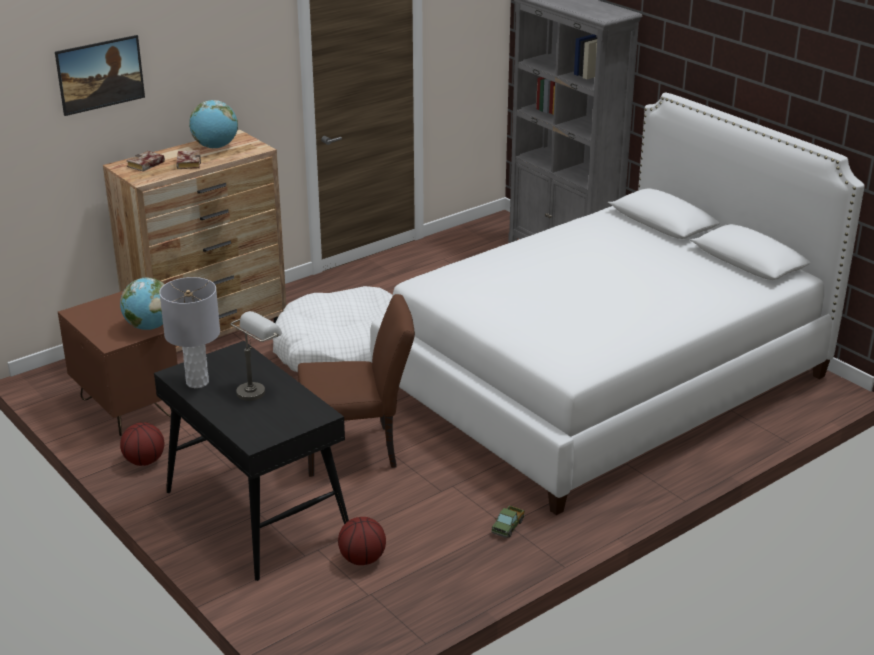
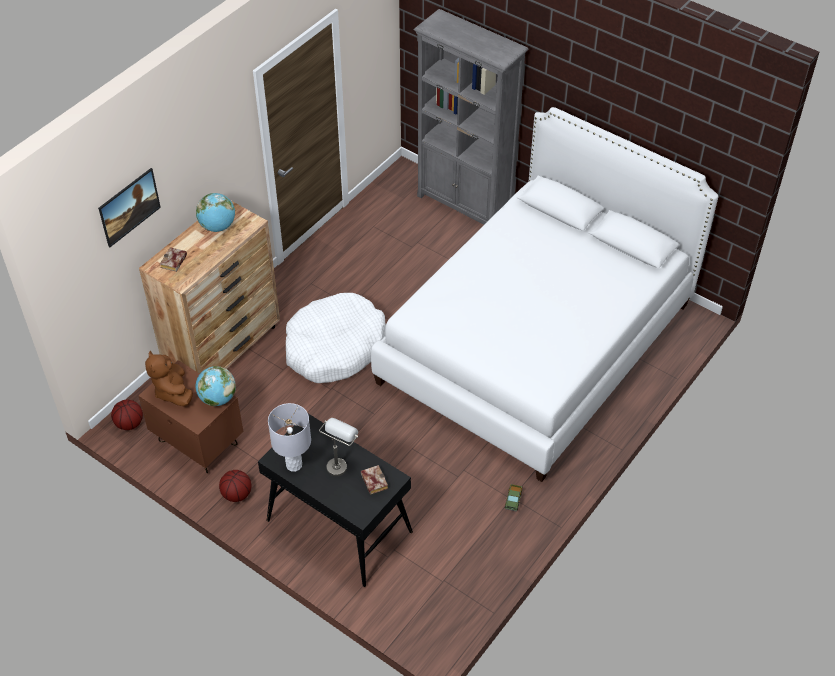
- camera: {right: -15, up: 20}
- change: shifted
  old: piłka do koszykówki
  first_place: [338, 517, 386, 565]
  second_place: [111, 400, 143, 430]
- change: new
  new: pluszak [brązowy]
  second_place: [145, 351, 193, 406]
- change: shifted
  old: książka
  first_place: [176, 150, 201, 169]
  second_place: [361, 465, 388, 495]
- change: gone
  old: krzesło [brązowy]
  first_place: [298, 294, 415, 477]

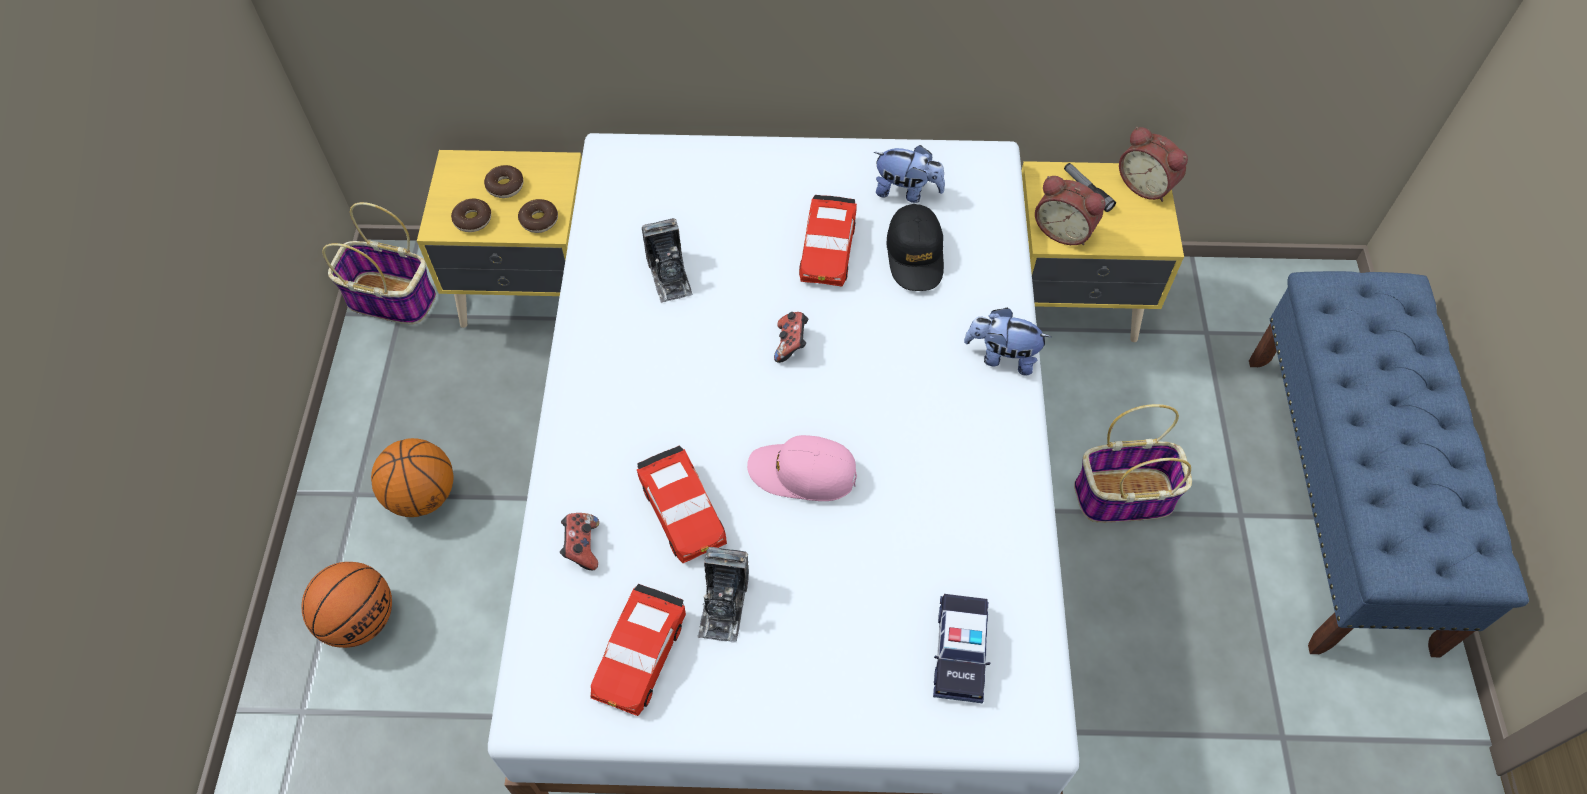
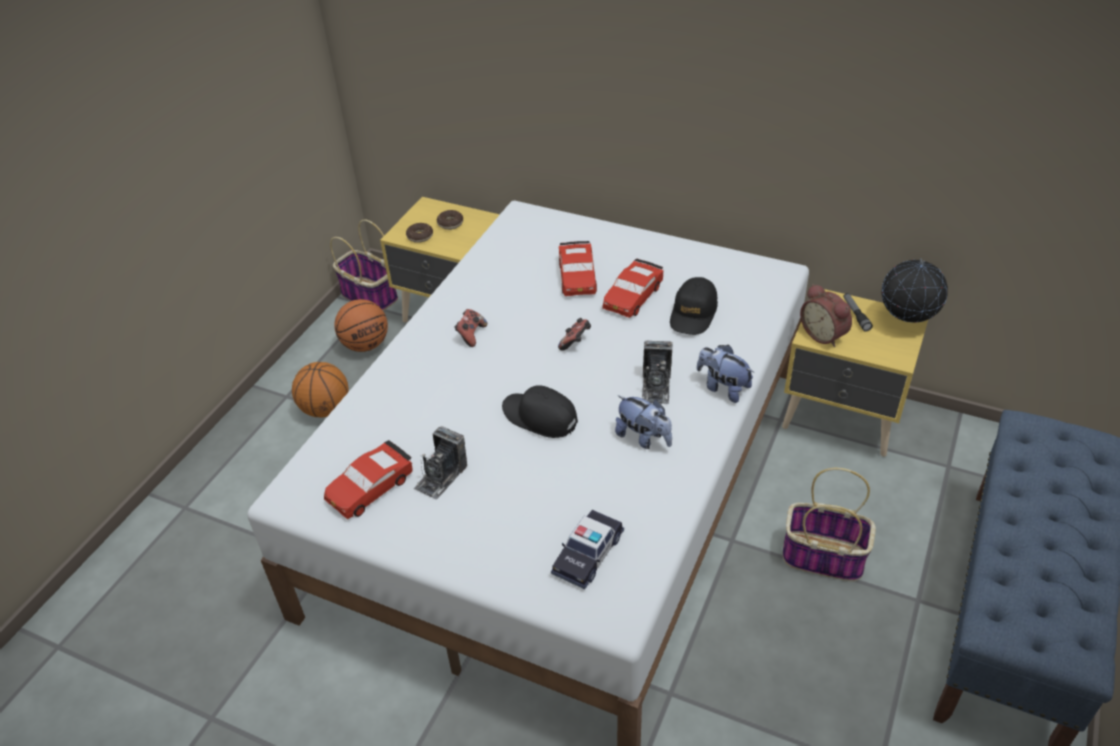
- camera: {right: 25, up: -15}
- change: shifted
  old: piłka do koszykówki
  first_place: [301, 562, 392, 648]
  second_place: [334, 299, 388, 352]
- change: shifted
  old: pad do gier
  first_place: [560, 513, 599, 570]
  second_place: [454, 309, 487, 347]
- change: repainted
  old: czapka z daszkiem [różowy]
  new: czapka z daszkiem [czarny]
  first_place: [747, 435, 857, 501]
  second_place: [502, 385, 578, 438]
- change: shifted
  old: samochodzik [czerwony]
  first_place: [637, 445, 727, 563]
  second_place: [559, 241, 597, 296]
- change: shifted
  old: pluszak
  first_place: [874, 145, 945, 203]
  second_place: [615, 395, 672, 449]
- change: shifted
  old: aparat fotograficzny
  first_place: [642, 218, 693, 303]
  second_place: [642, 341, 673, 404]
- change: swapped
  old: budzik
  new: globus
  first_place: [1119, 127, 1188, 202]
  second_place: [881, 258, 948, 323]
- change: gone
  old: donut
  first_place: [518, 199, 558, 233]

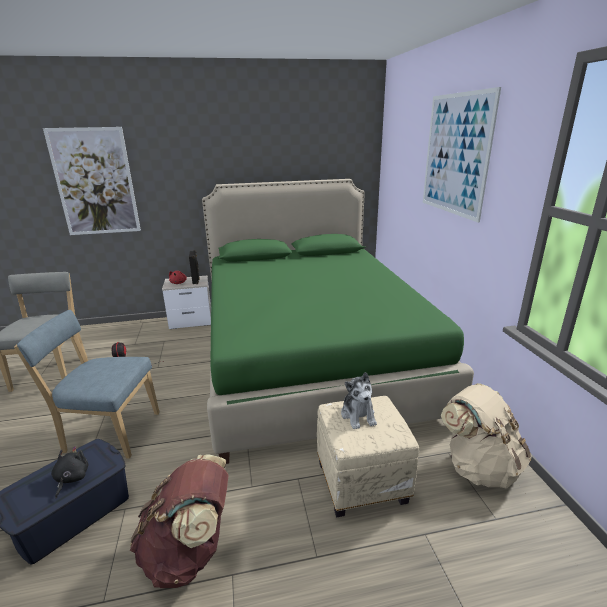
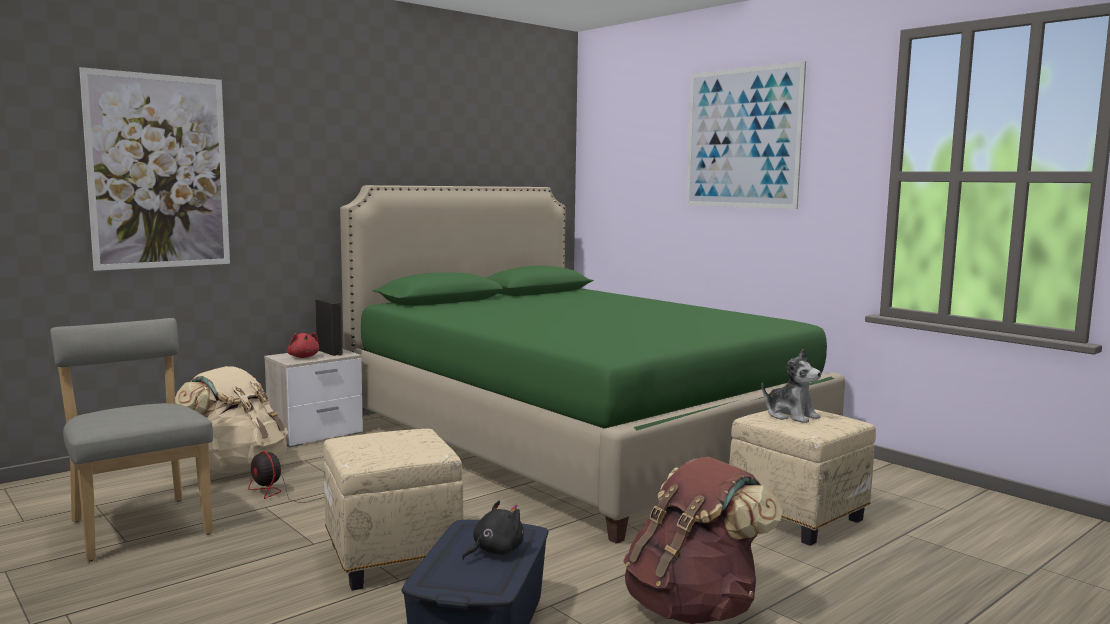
- camera: {right: -30, up: -15}
- change: shifted
  old: plecak [beżowy]
  first_place: [441, 383, 532, 489]
  second_place: [175, 366, 288, 473]
- change: swapped
  old: krzesło [niebieski]
  new: pufa [beżowy]
  first_place: [14, 310, 160, 459]
  second_place: [324, 429, 464, 591]
- change: rotated
  old: pluszak [czarny]
  first_place: [51, 446, 89, 499]
  second_place: [461, 500, 524, 560]
  degrees: 75

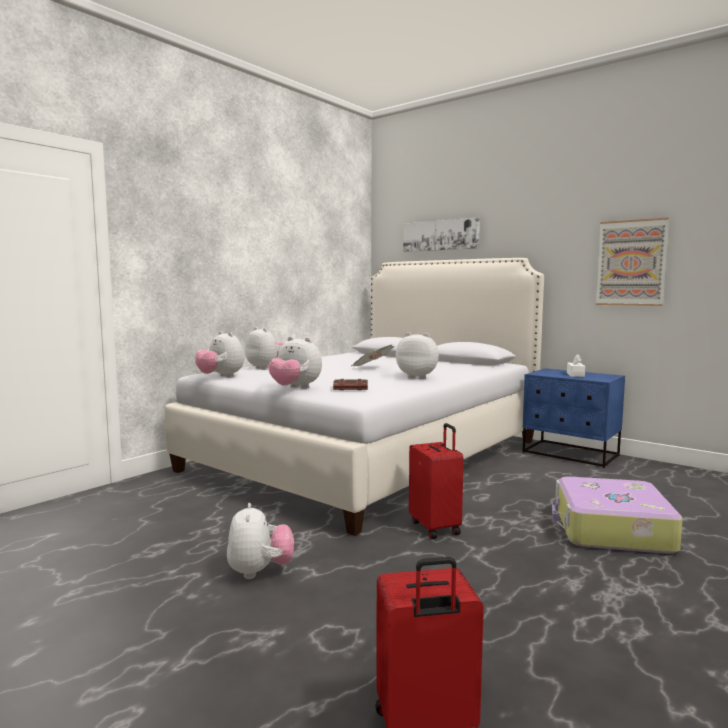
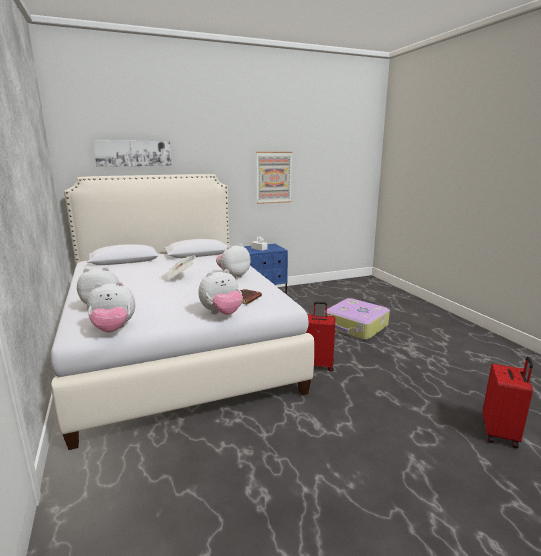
- camera: {right: -60, up: 10}
- change: gone
  old: pluszak
  first_place: [227, 503, 294, 579]

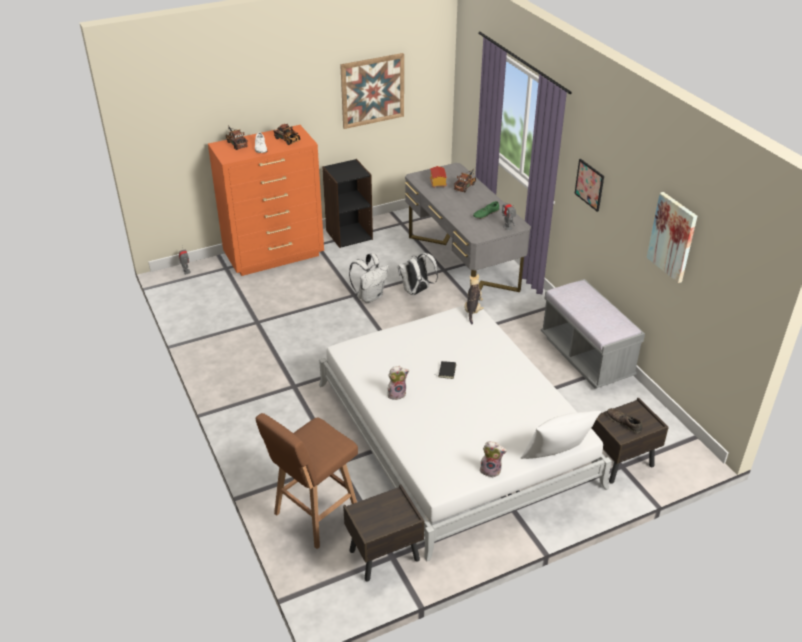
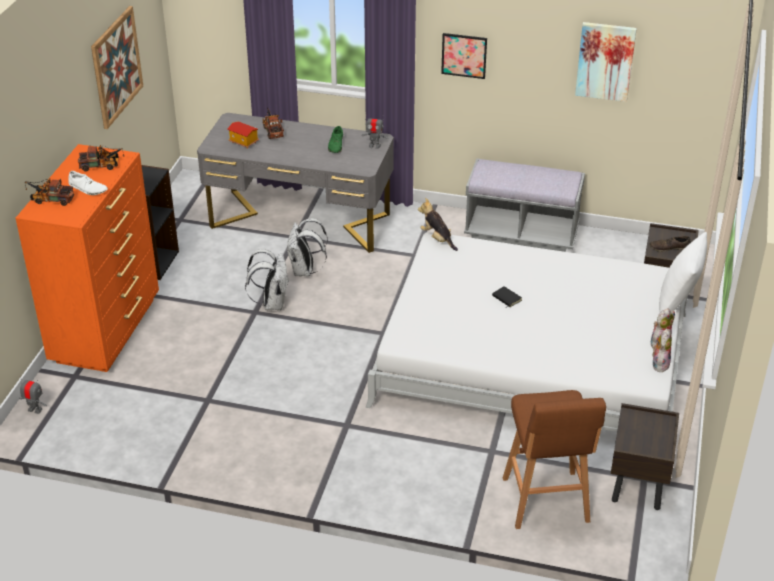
- camera: {right: -50, up: 0}
- change: shifted
  old: pluszak
  first_place: [387, 366, 409, 400]
  second_place: [652, 329, 672, 372]

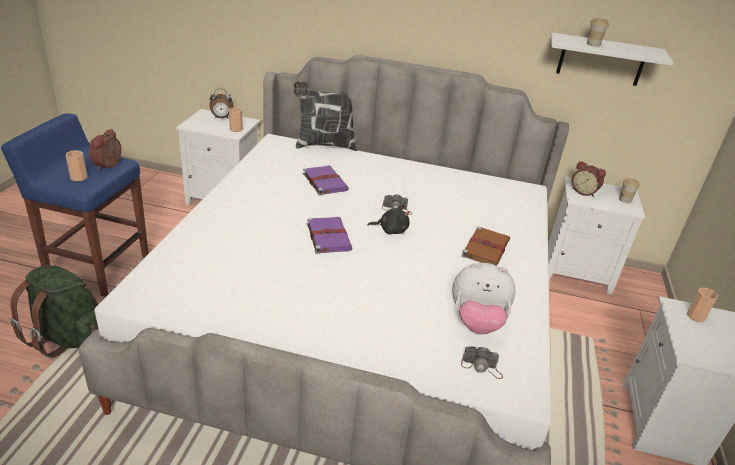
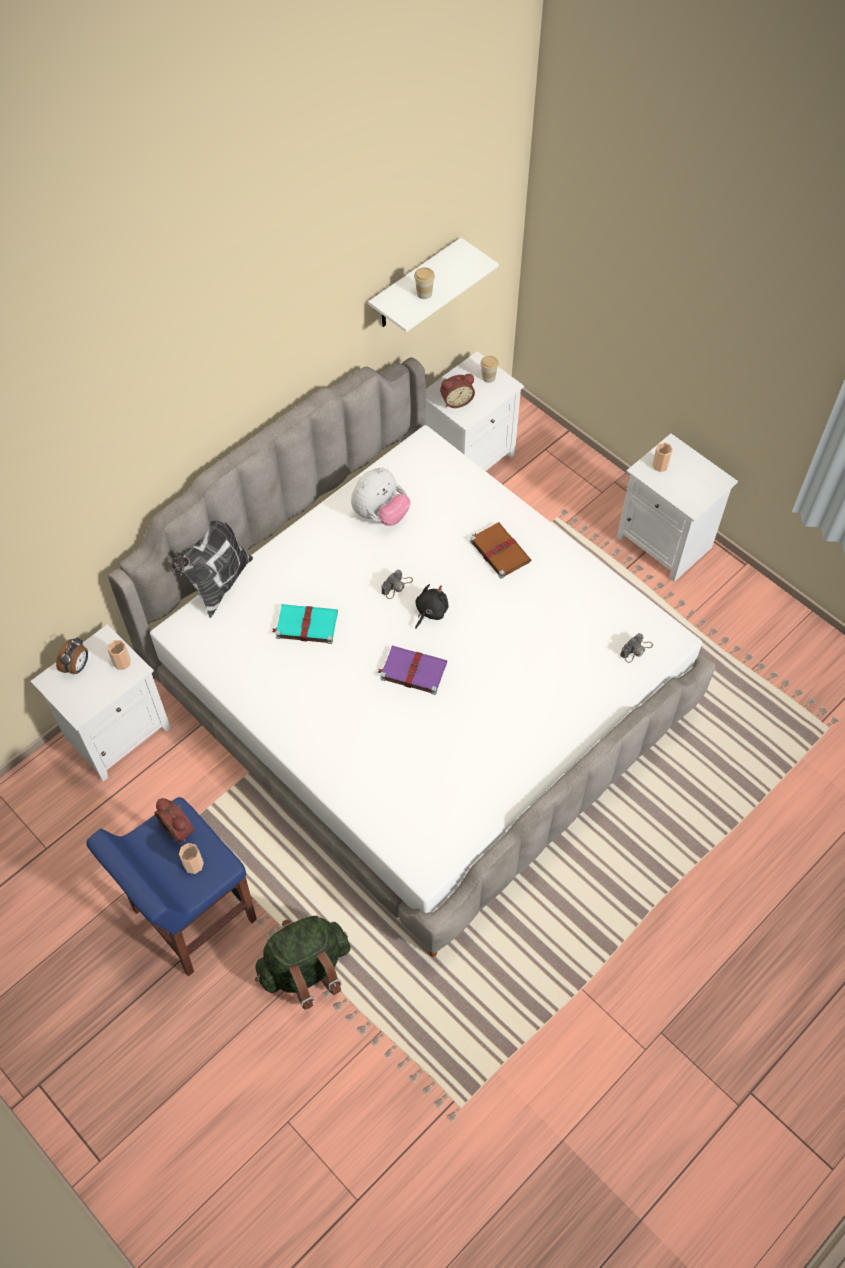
- camera: {right: -55, up: 25}
- change: repainted
  old: książka [fioletowy]
  new: książka [turkusowy]
  first_place: [303, 166, 349, 196]
  second_place: [272, 604, 338, 644]
- change: shifted
  old: pluszak
  first_place: [452, 263, 516, 334]
  second_place: [351, 468, 411, 526]

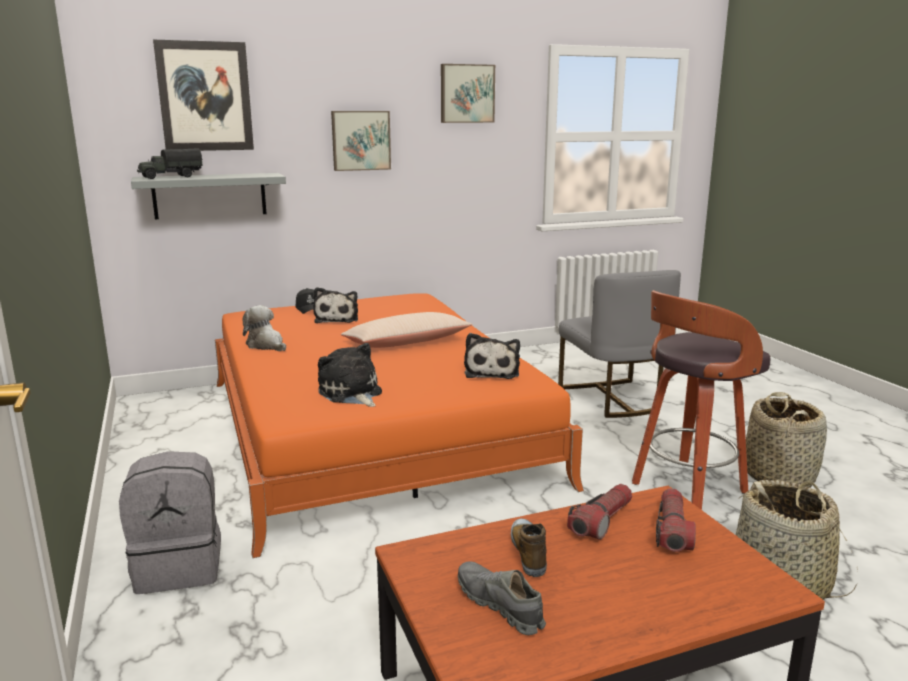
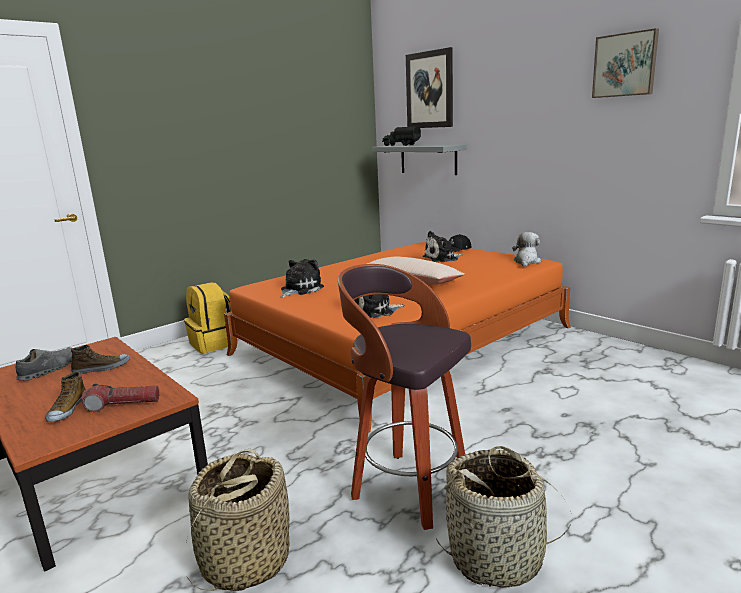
- camera: {right: 70, up: 0}
- change: new
  new: but
  second_place: [45, 371, 86, 422]
- change: repainted
  old: plecak [szary]
  new: plecak [żółty]
  first_place: [119, 451, 221, 594]
  second_place: [184, 282, 231, 353]
- change: shifted
  old: pluszak
  first_place: [242, 305, 286, 351]
  second_place: [512, 232, 541, 267]
- change: gone
  old: obraz
  first_place: [331, 111, 391, 171]
- change: gone
  old: krzesło [szary]
  first_place: [558, 270, 681, 418]
- change: gone
  old: latarka
  first_place: [567, 484, 632, 540]

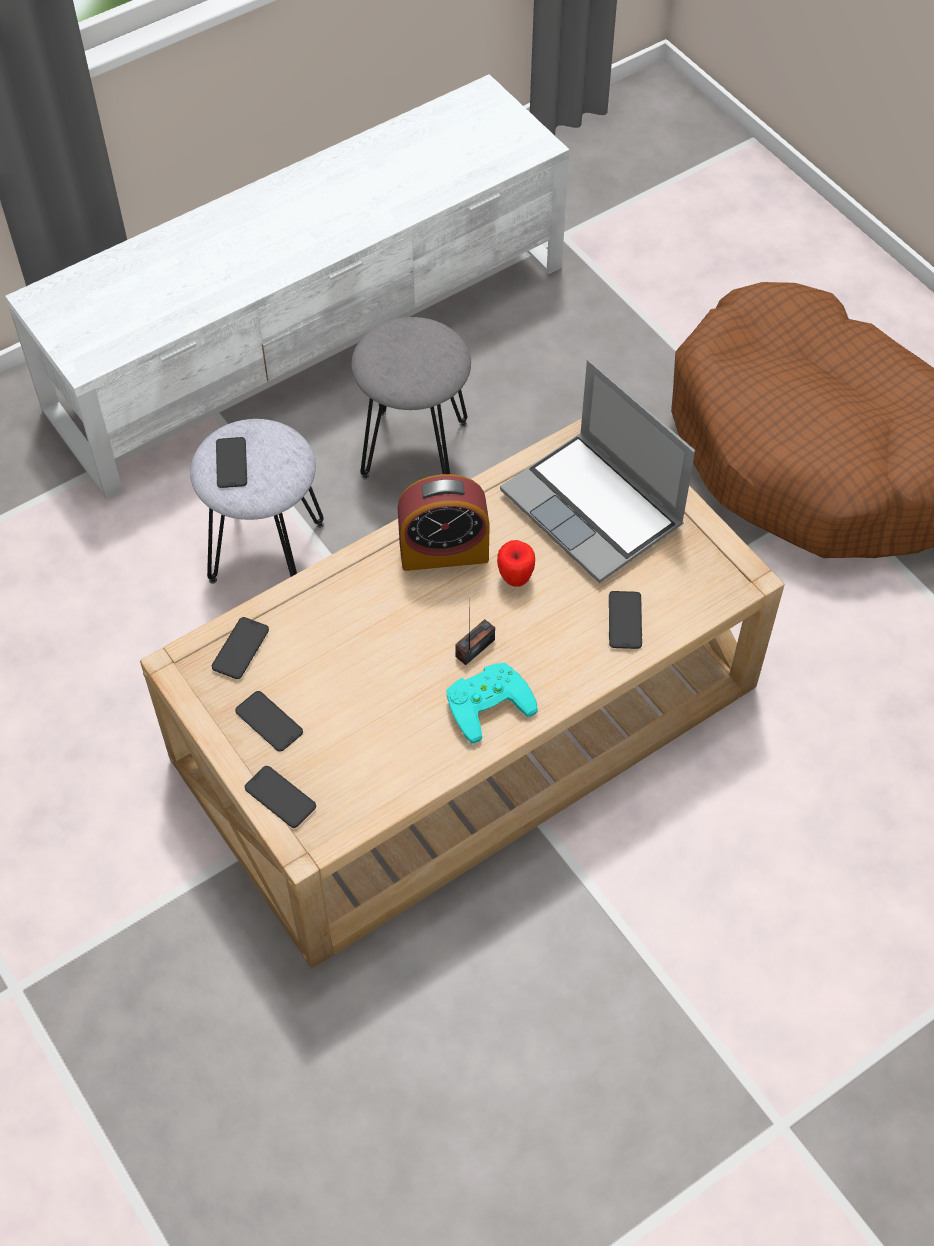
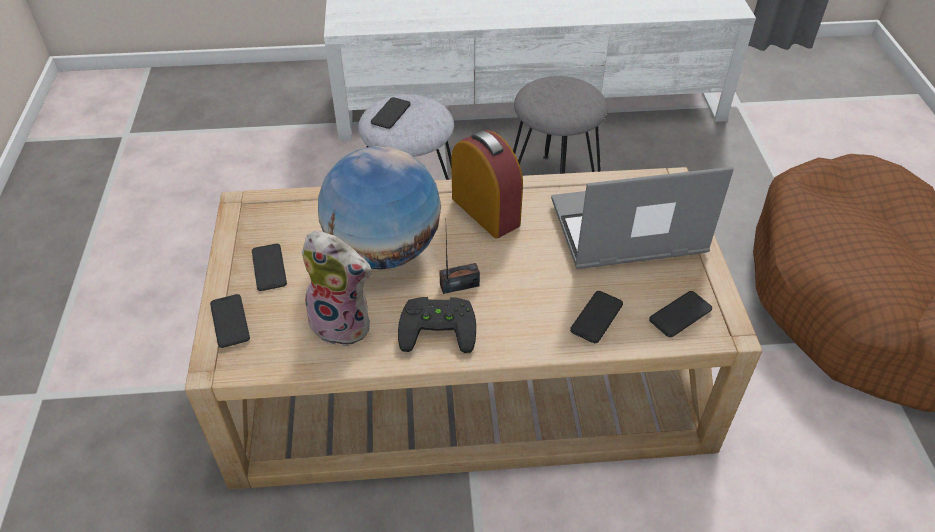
- camera: {right: 30, up: -10}
- change: new
  new: pluszak
  second_place: [302, 231, 373, 347]
- change: new
  new: globus
  second_place: [318, 146, 441, 269]
- change: repainted
  old: pad do gier [turkusowy]
  new: pad do gier [czarny]
  first_place: [446, 663, 538, 744]
  second_place: [398, 297, 476, 353]
- change: rotated
  old: budzik
  first_place: [398, 474, 490, 571]
  second_place: [451, 130, 523, 239]
  degrees: -150
- change: rotated
  old: laptop
  first_place: [500, 359, 695, 583]
  second_place: [551, 167, 734, 269]
  degrees: 90
- change: shifted
  old: telefon
  first_place: [212, 617, 269, 679]
  second_place: [649, 291, 712, 337]
- change: gone
  old: jabłko
  first_place: [497, 540, 535, 587]

